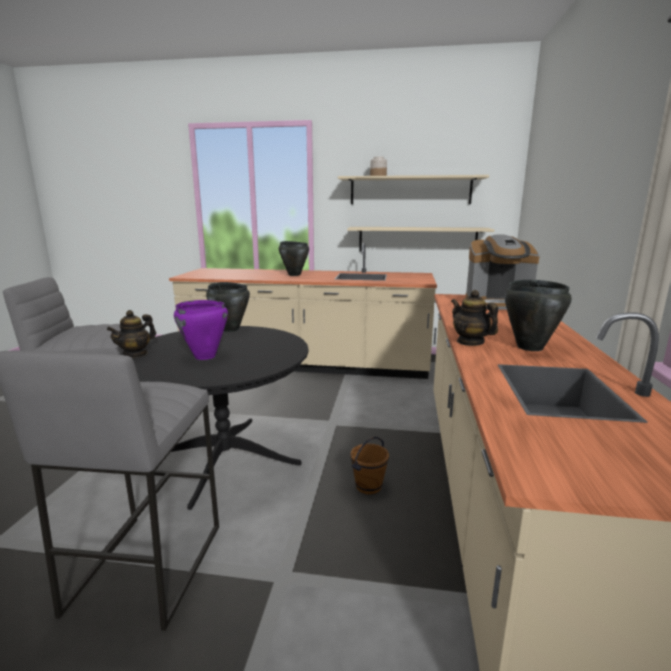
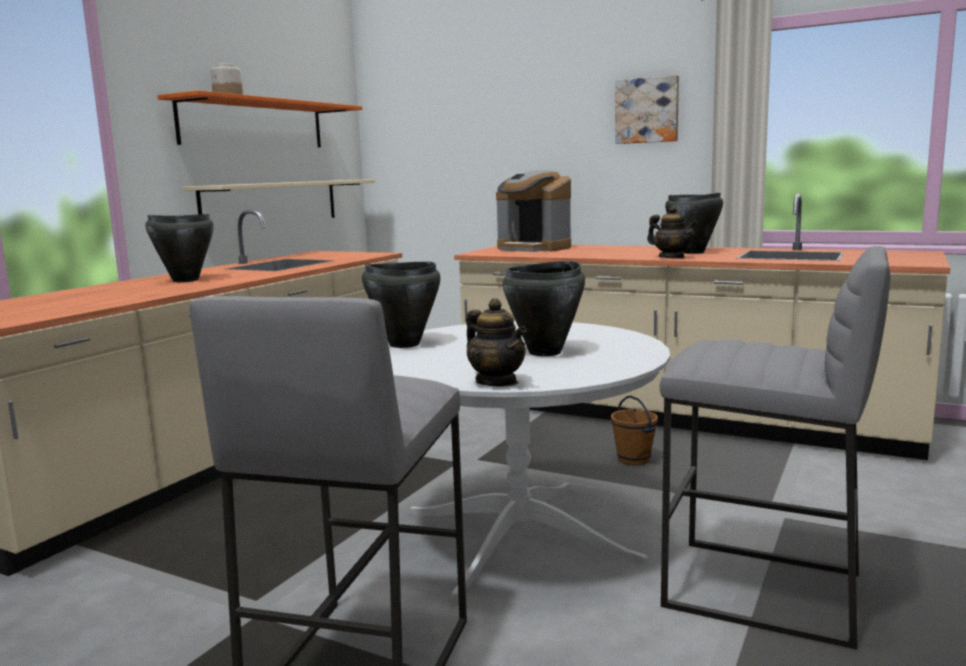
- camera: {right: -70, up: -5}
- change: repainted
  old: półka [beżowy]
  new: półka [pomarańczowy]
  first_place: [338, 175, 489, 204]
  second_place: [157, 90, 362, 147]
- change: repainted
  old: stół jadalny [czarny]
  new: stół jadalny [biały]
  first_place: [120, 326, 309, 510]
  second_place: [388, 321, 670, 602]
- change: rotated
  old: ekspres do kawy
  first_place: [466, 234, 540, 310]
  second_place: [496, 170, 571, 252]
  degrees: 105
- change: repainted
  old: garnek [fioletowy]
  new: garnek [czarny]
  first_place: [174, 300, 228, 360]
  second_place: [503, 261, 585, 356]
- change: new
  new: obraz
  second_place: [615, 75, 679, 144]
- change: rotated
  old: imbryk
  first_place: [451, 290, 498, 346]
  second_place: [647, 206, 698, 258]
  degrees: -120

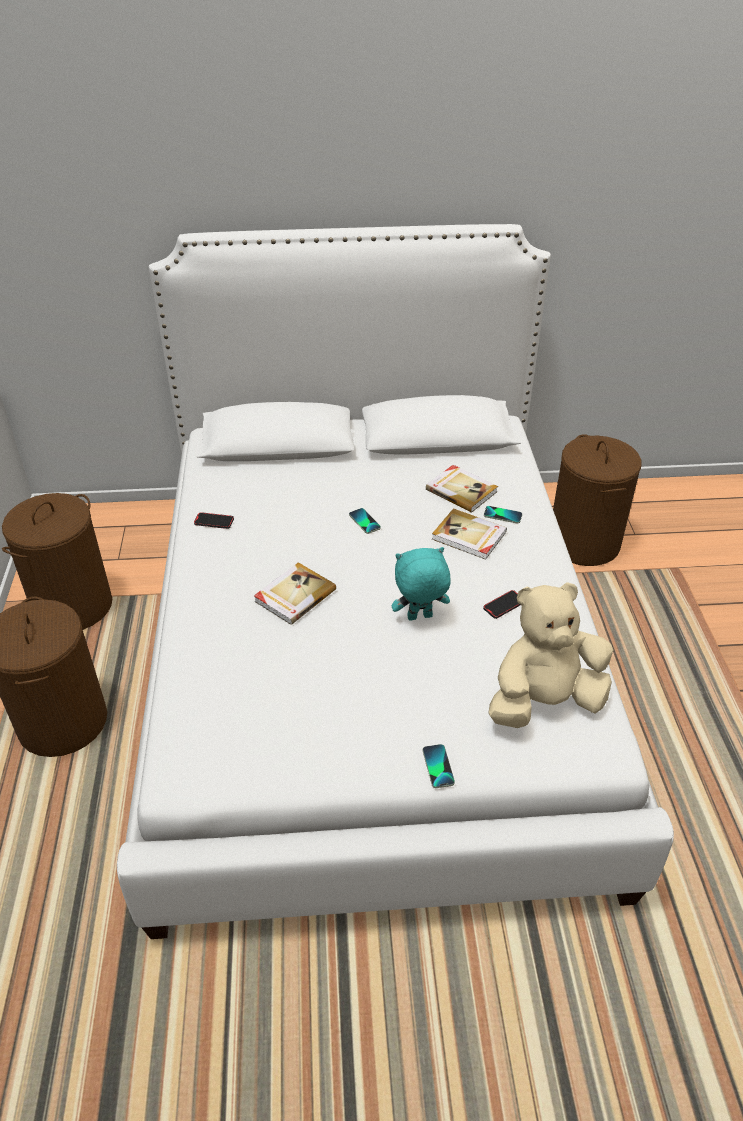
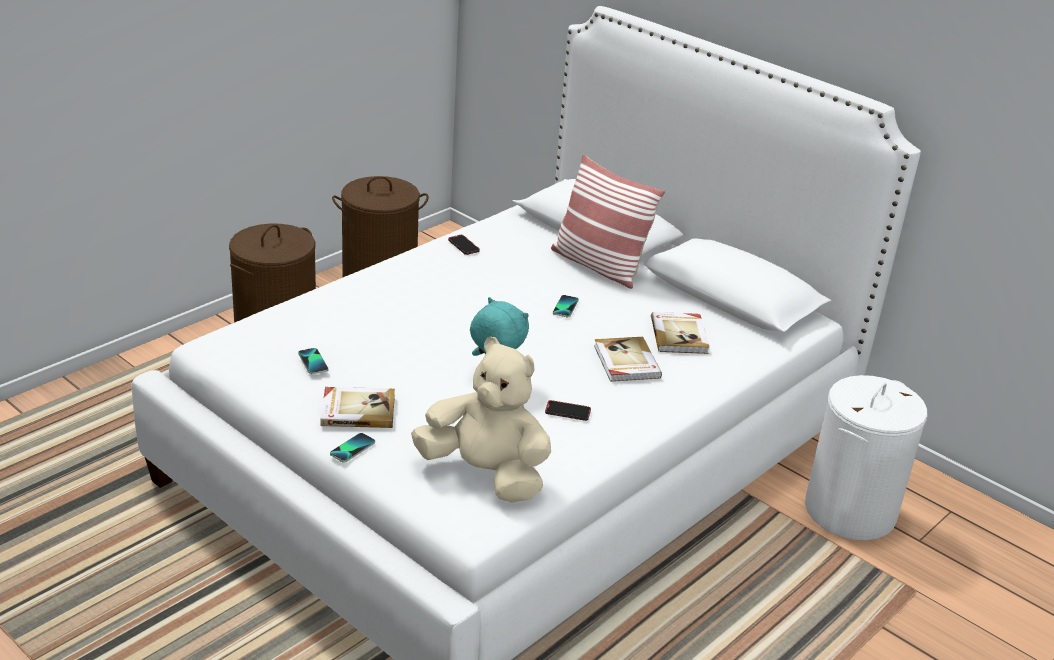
- camera: {right: 45, up: -10}
- change: shifted
  old: telefon
  first_place: [484, 506, 522, 524]
  second_place: [298, 348, 328, 374]
- change: shifted
  old: książka
  first_place: [254, 562, 336, 625]
  second_place: [320, 387, 395, 428]
- change: new
  new: poduszka
  second_place: [551, 154, 665, 289]
- change: repainted
  old: kosz na pranie [brązowy]
  new: kosz na pranie [biały]
  first_place: [553, 434, 642, 566]
  second_place: [805, 375, 927, 541]

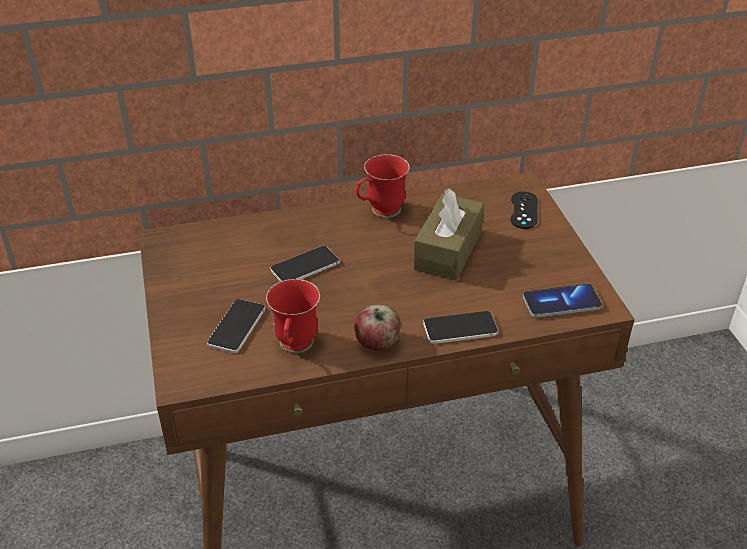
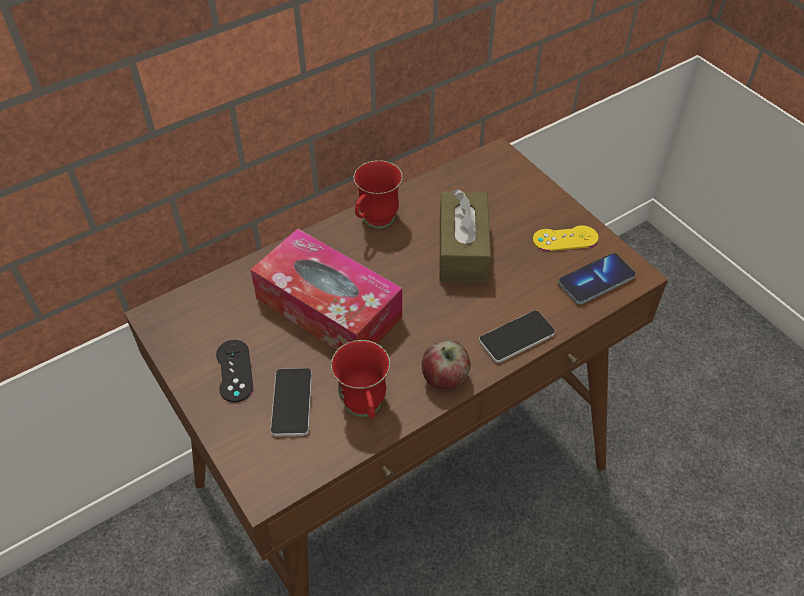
- camera: {right: -20, up: 10}
- change: shifted
  old: pad do gier [czarny]
  first_place: [510, 191, 538, 229]
  second_place: [216, 340, 253, 402]
- change: swapped
  old: telefon
  new: pudełko chusteczek
  first_place: [271, 246, 340, 282]
  second_place: [250, 229, 402, 350]
- change: new
  new: pad do gier [żółty]
  second_place: [533, 225, 599, 251]

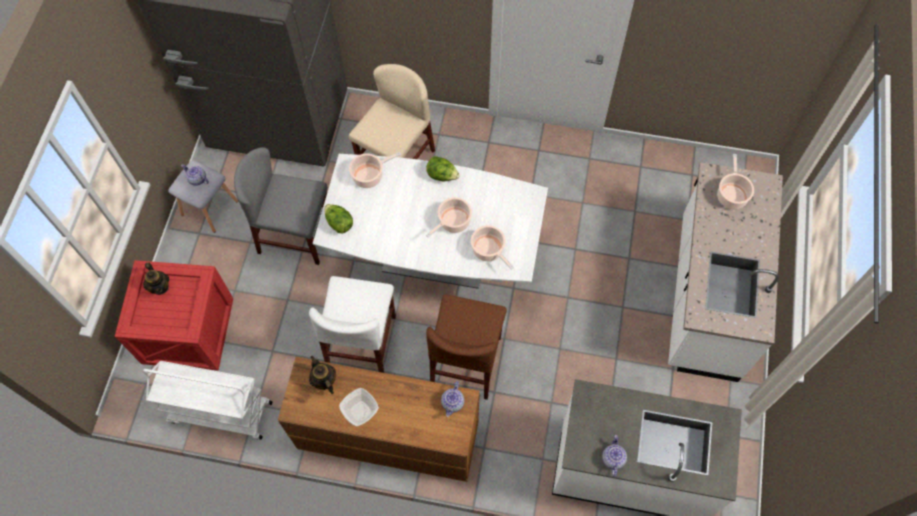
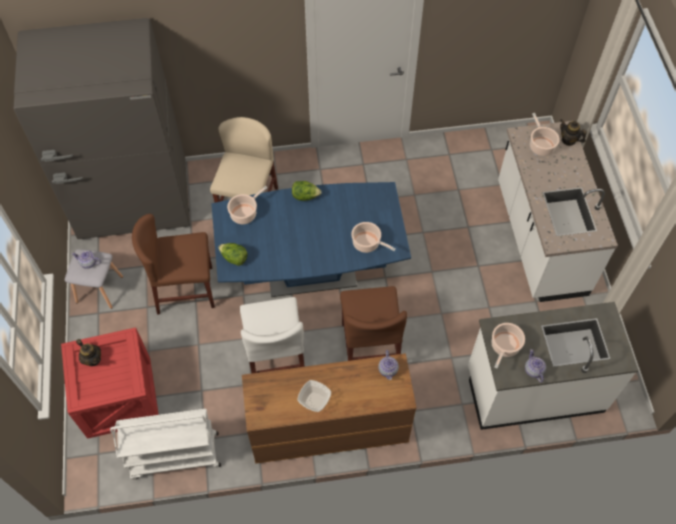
- camera: {right: -20, up: -5}
- change: repainted
  old: krzesło [szary]
  new: krzesło [brązowy]
  first_place: [234, 147, 327, 265]
  second_place: [132, 214, 215, 315]
- change: repainted
  old: stół jadalny [biały]
  new: stół jadalny [niebieski]
  first_place: [313, 154, 548, 289]
  second_place: [211, 182, 411, 297]
- change: shifted
  old: garnek
  first_place: [426, 197, 472, 238]
  second_place: [491, 323, 525, 369]
- change: shifted
  old: imbryk
  first_place: [309, 356, 336, 394]
  second_place: [560, 119, 587, 146]

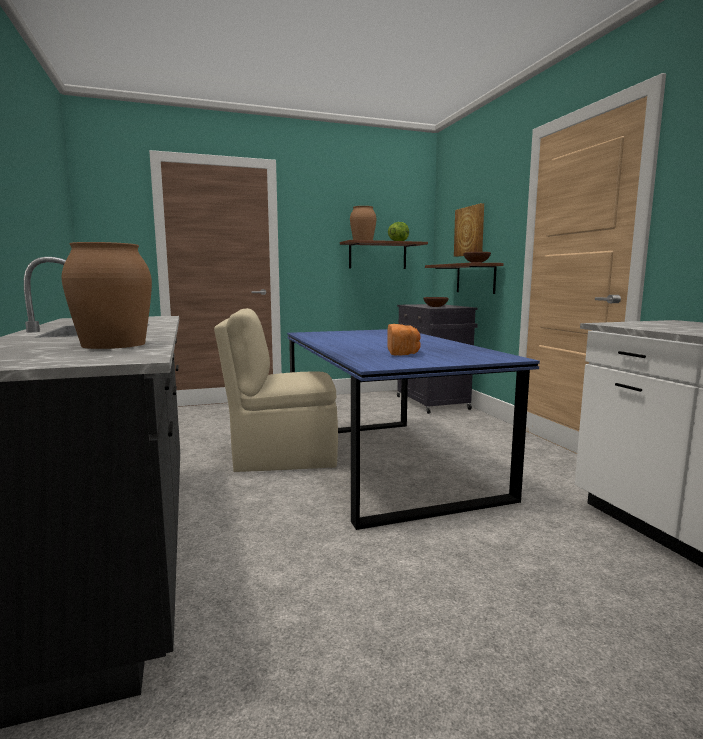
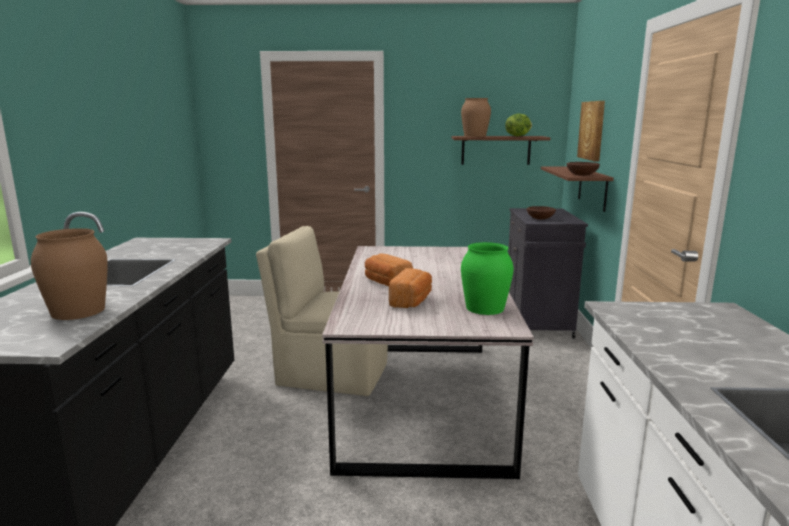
- camera: {right: 20, up: 5}
- change: repainted
  old: stół jadalny [niebieski]
  new: stół jadalny [szary]
  first_place: [287, 329, 540, 530]
  second_place: [322, 246, 534, 479]
- change: new
  new: chleb
  second_place: [365, 253, 413, 286]
- change: new
  new: wazon [zielony]
  second_place: [461, 242, 514, 315]

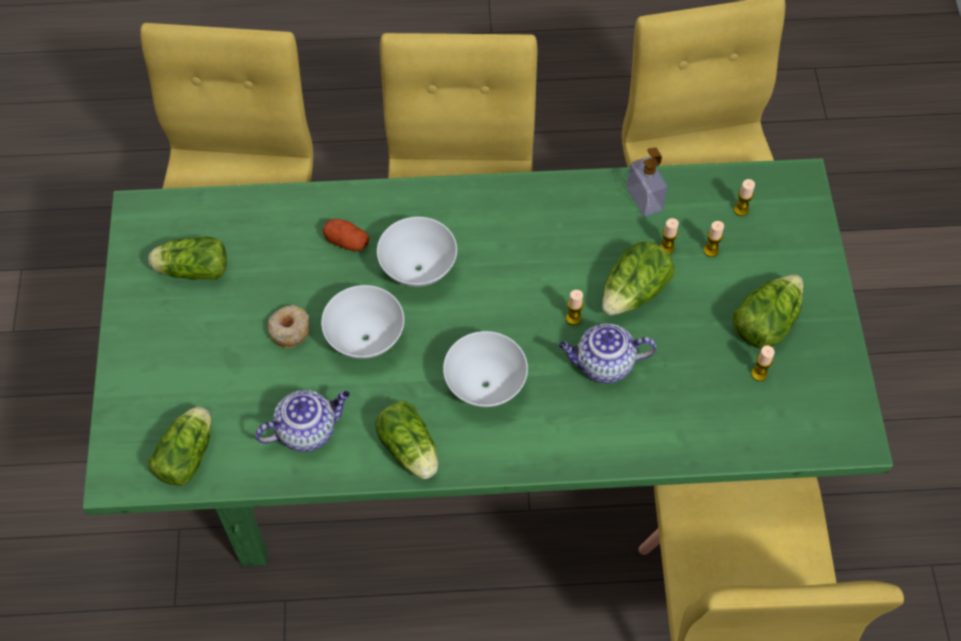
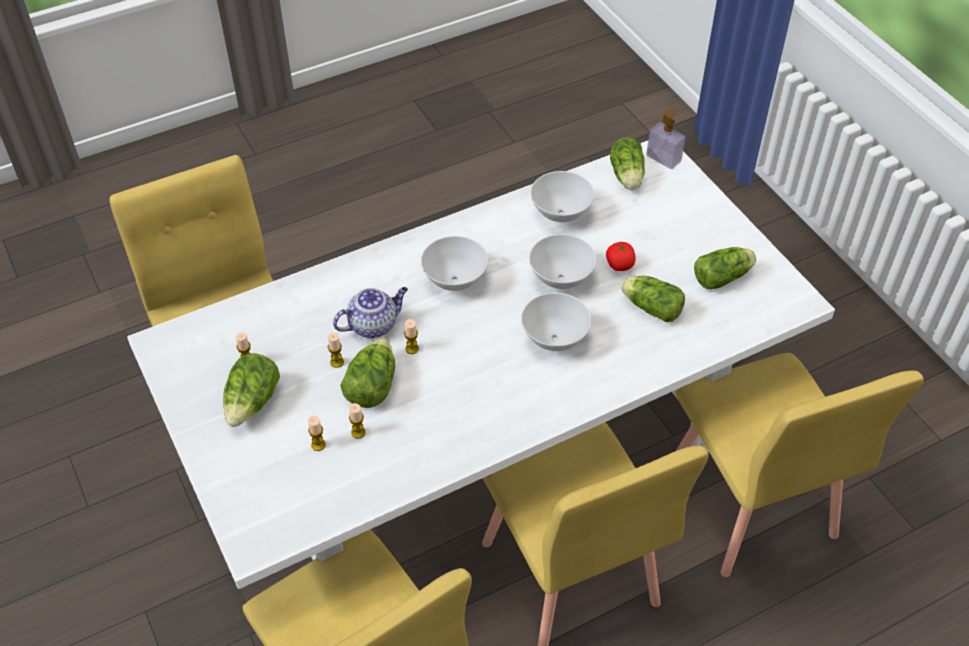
- camera: {right: 155, up: -10}
- change: repainted
  old: stół jadalny [zielony]
  new: stół jadalny [biały]
  first_place: [82, 158, 893, 566]
  second_place: [127, 141, 835, 589]
- change: shifted
  old: świeca
  first_place: [734, 179, 755, 216]
  second_place: [328, 333, 344, 368]
- change: swapped
  old: imbryk
  new: miska [biały]
  first_place: [255, 390, 350, 452]
  second_place: [531, 171, 595, 222]
- change: swapped
  old: donut
  new: pomidor
  first_place: [268, 305, 310, 348]
  second_place: [606, 242, 636, 271]
- change: shifted
  old: sałata
  first_place: [376, 401, 438, 479]
  second_place: [621, 276, 685, 322]
- change: shifted
  old: dozownik mydła
  first_place: [626, 148, 668, 217]
  second_place: [646, 107, 686, 169]
- change: gone
  old: ziemniak
  first_place: [323, 219, 369, 251]

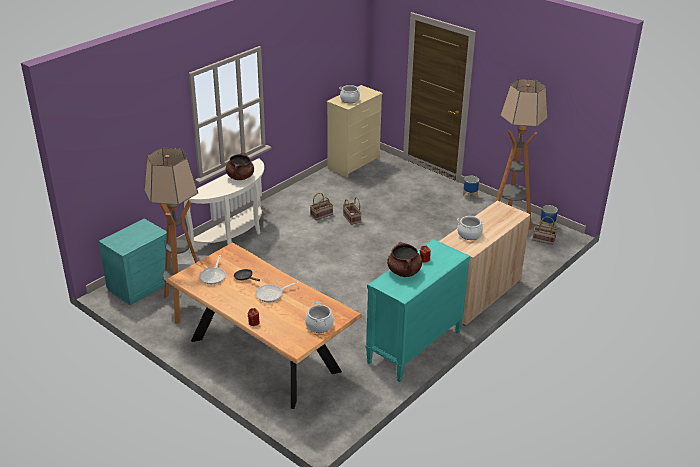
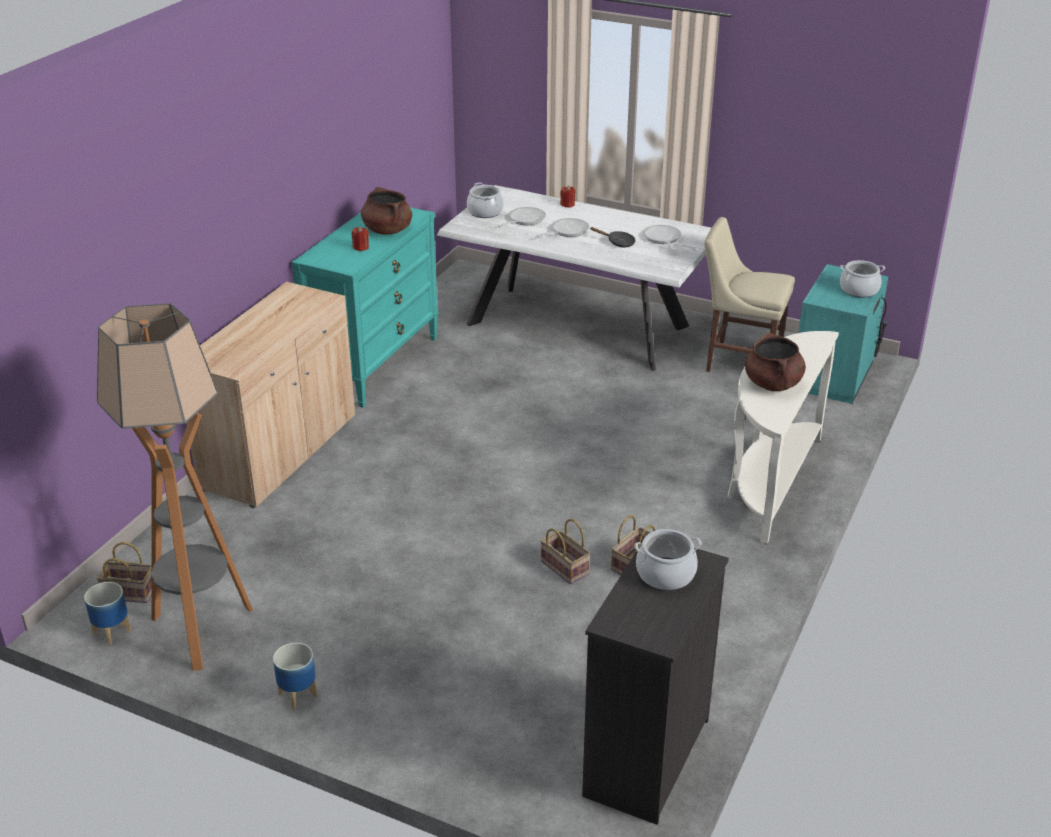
- camera: {right: 165, up: 0}
- change: repainted
  old: stół jadalny [brązowy]
  new: stół jadalny [biały]
  first_place: [166, 243, 362, 409]
  second_place: [437, 185, 711, 371]
- change: new
  new: patelnia
  second_place: [498, 207, 546, 227]
- change: repainted
  old: komoda [beżowy]
  new: komoda [czarny]
  first_place: [326, 85, 383, 178]
  second_place: [582, 534, 729, 825]
- change: swapped
  old: lampa stojąca
  new: krzesło [beżowy]
  first_place: [144, 148, 198, 324]
  second_place: [704, 217, 795, 372]
- change: shifted
  old: garnek
  first_place: [457, 216, 485, 240]
  second_place: [840, 260, 885, 298]

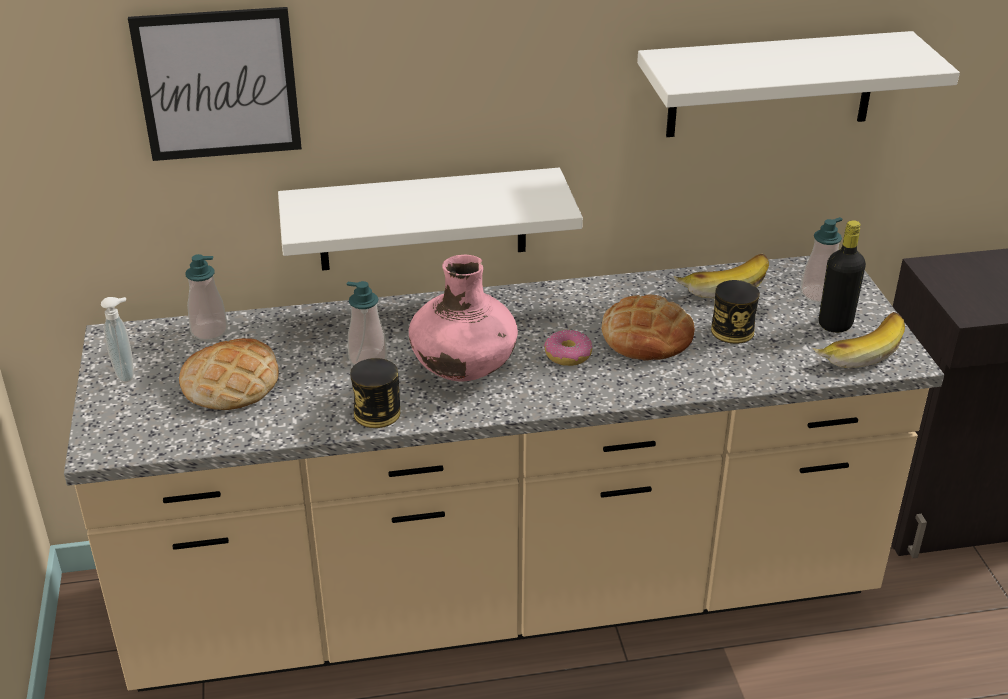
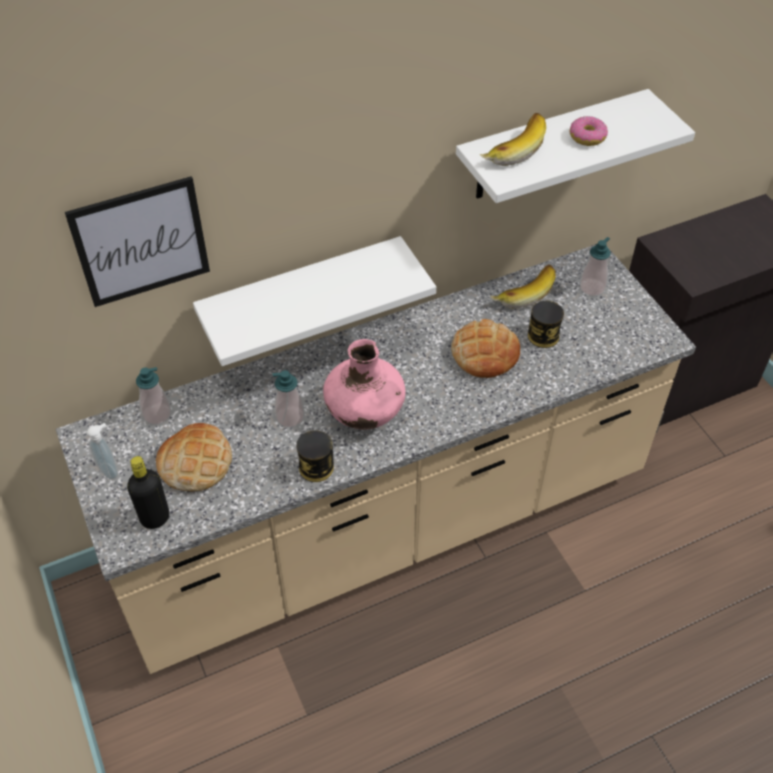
- camera: {right: -15, up: 15}
- change: shifted
  old: butelka [czarny]
  first_place: [819, 220, 866, 332]
  second_place: [127, 456, 169, 529]
- change: shifted
  old: banan
  first_place: [813, 312, 905, 368]
  second_place: [480, 113, 546, 166]
- change: shifted
  old: donut
  first_place: [544, 329, 592, 366]
  second_place: [570, 116, 608, 146]

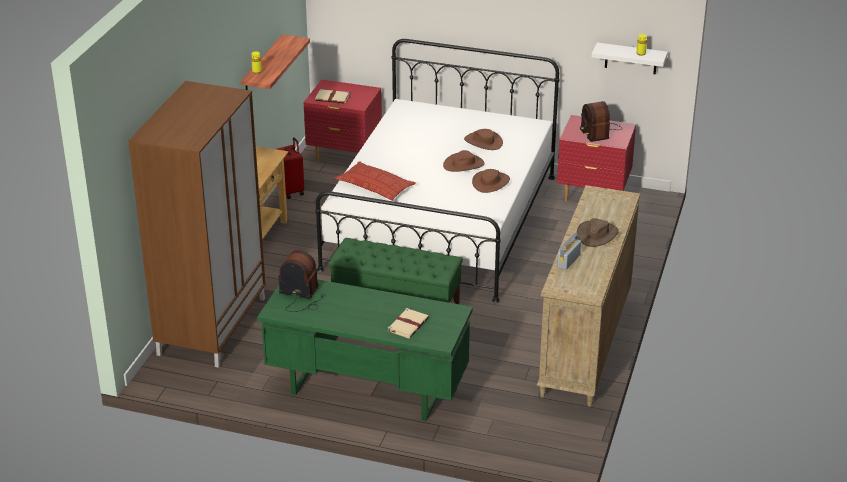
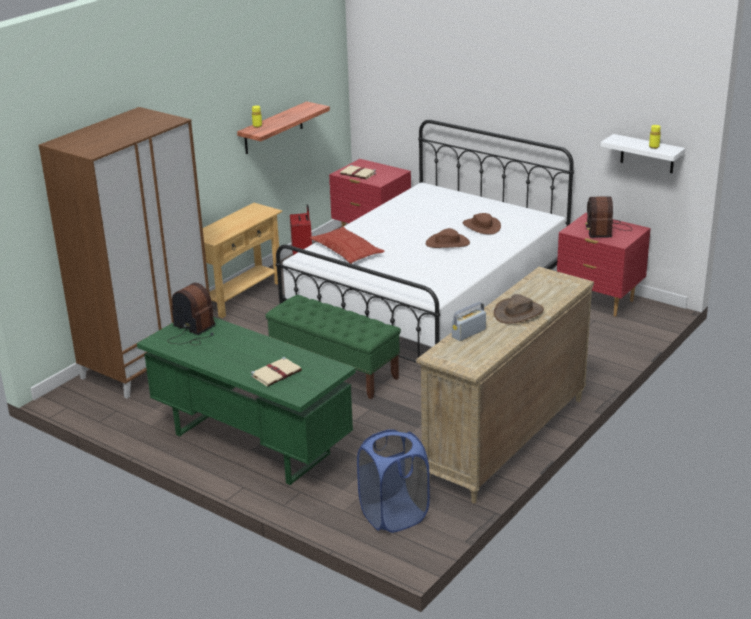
- camera: {right: 20, up: -5}
- change: new
  new: kosz na pranie [niebieski]
  second_place: [357, 429, 430, 533]
- change: gone
  old: kapelusz [brązowy]
  first_place: [472, 169, 510, 193]

